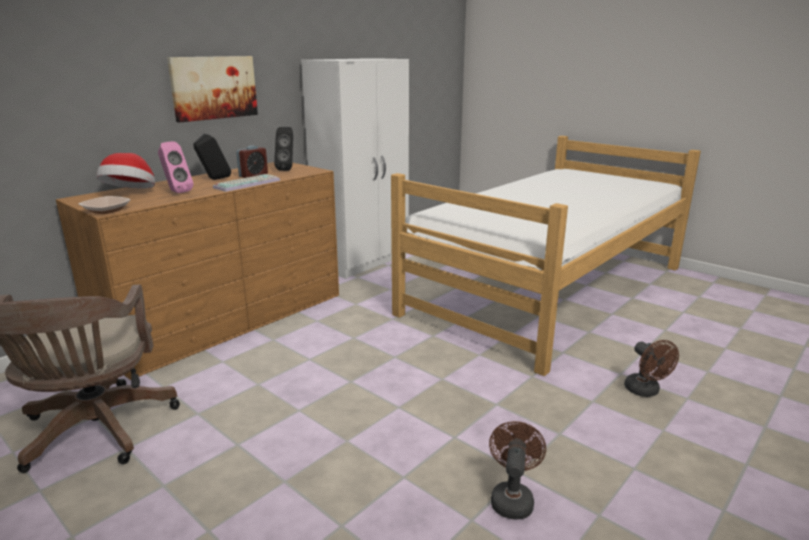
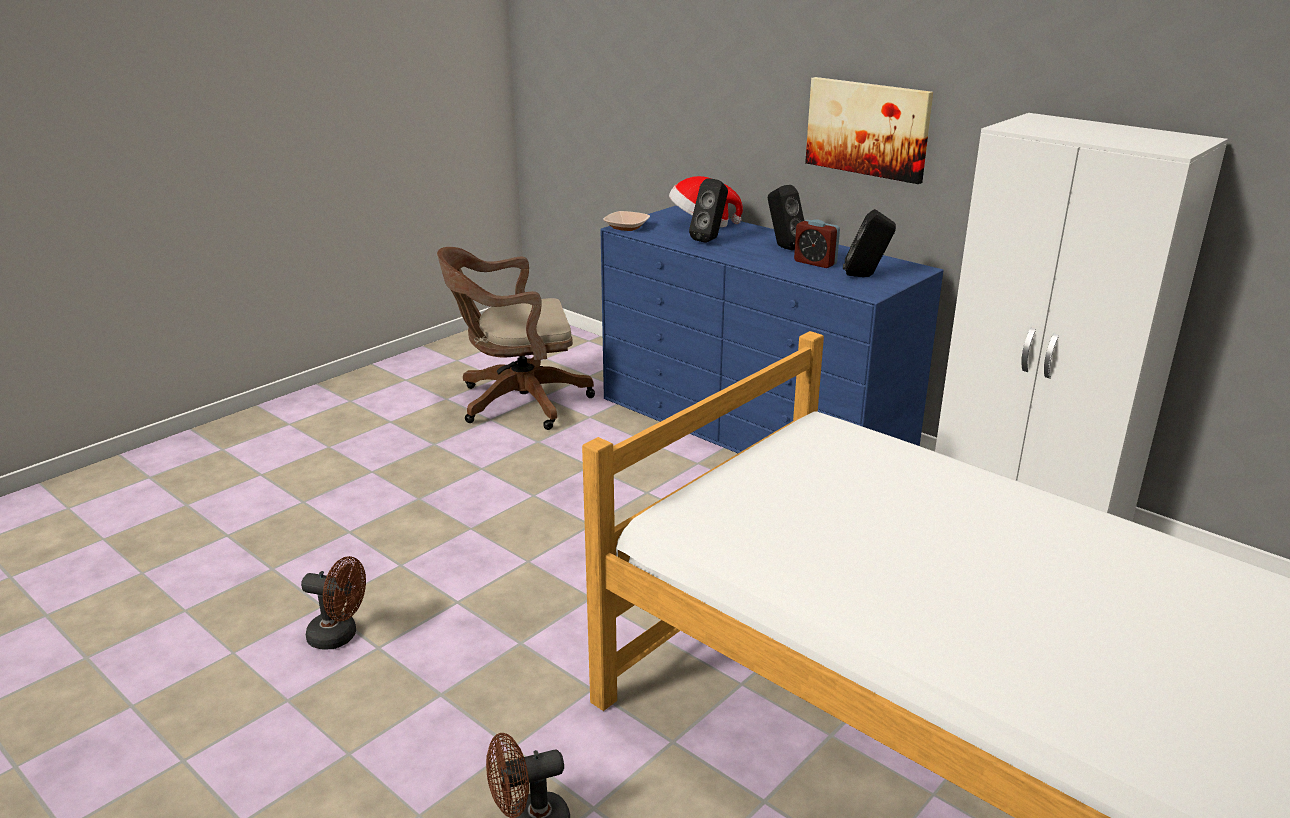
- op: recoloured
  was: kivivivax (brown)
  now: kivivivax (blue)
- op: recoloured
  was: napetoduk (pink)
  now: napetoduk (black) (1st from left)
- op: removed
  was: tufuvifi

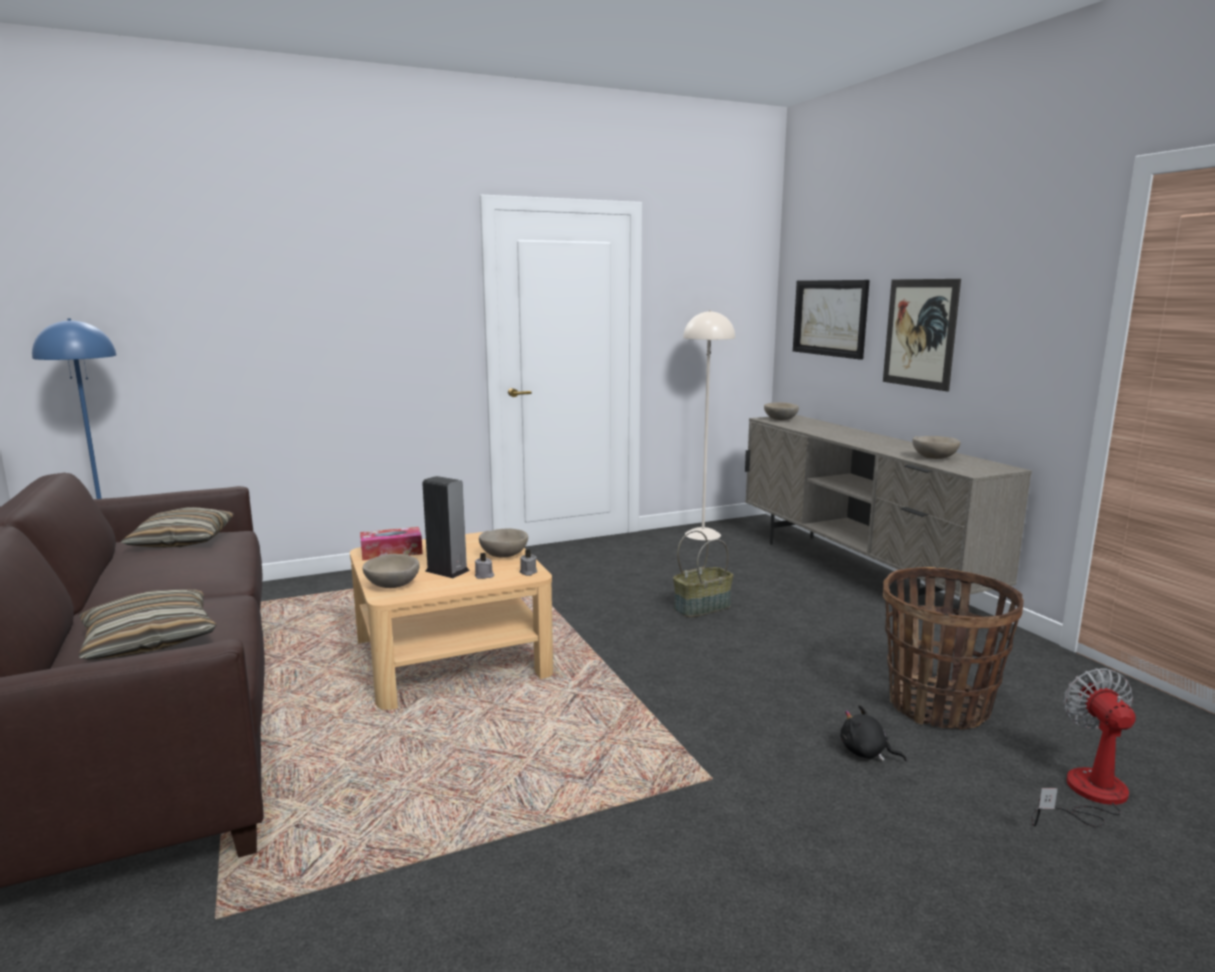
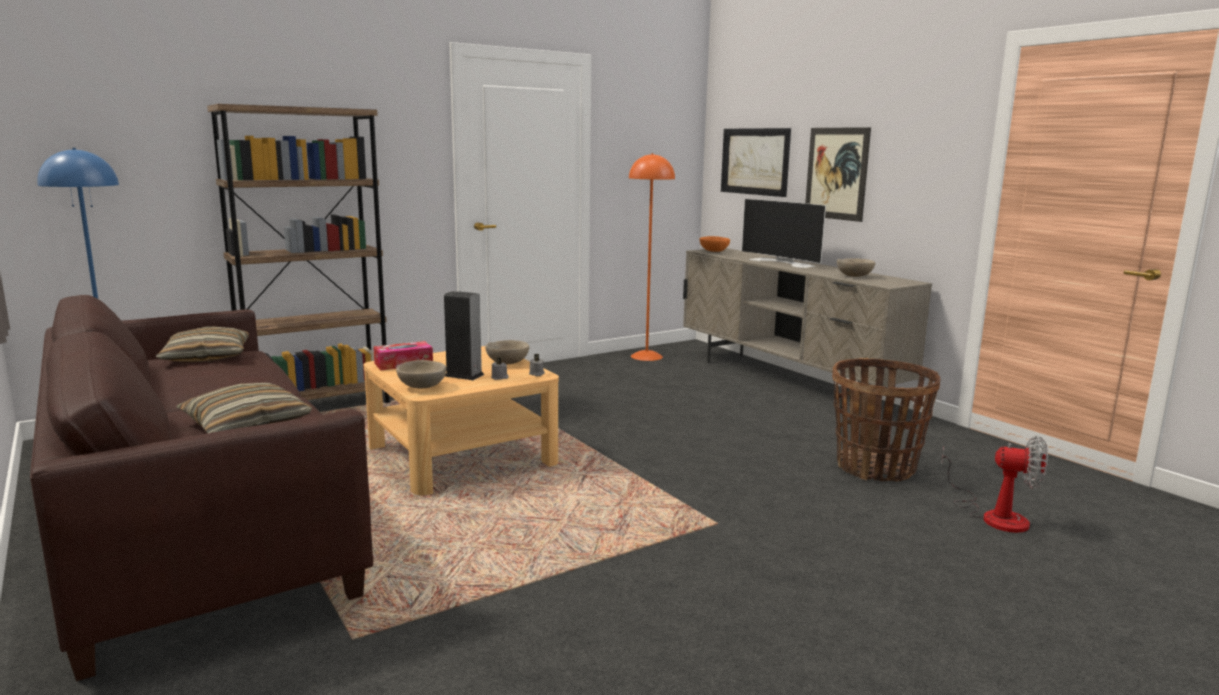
- op: added
  now: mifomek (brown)
- op: recoloured
  was: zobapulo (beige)
  now: zobapulo (orange)
- op: recoloured
  was: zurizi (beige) (3rd from left)
  now: zurizi (orange)
- op: added
  now: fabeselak
- op: turned
  was: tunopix
  clockwise: 120
- op: removed
  was: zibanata (1st from left)
- op: removed
  was: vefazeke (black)

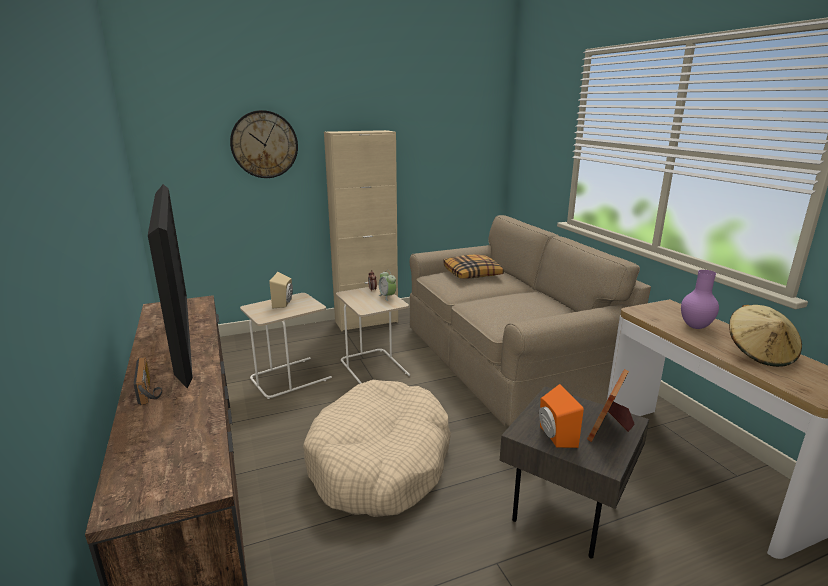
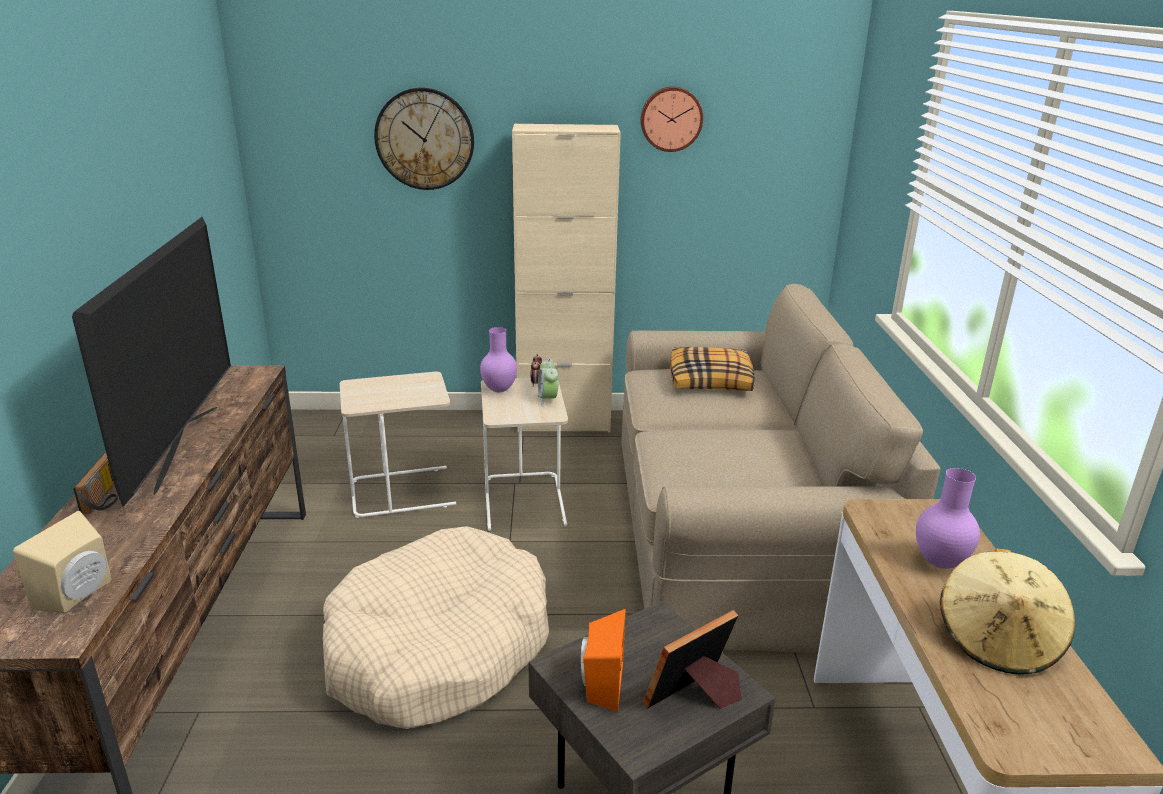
- op: moved
  was: napetoduk (beige)
- op: added
  now: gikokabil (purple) (1st from left)
- op: added
  now: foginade (2nd from left)

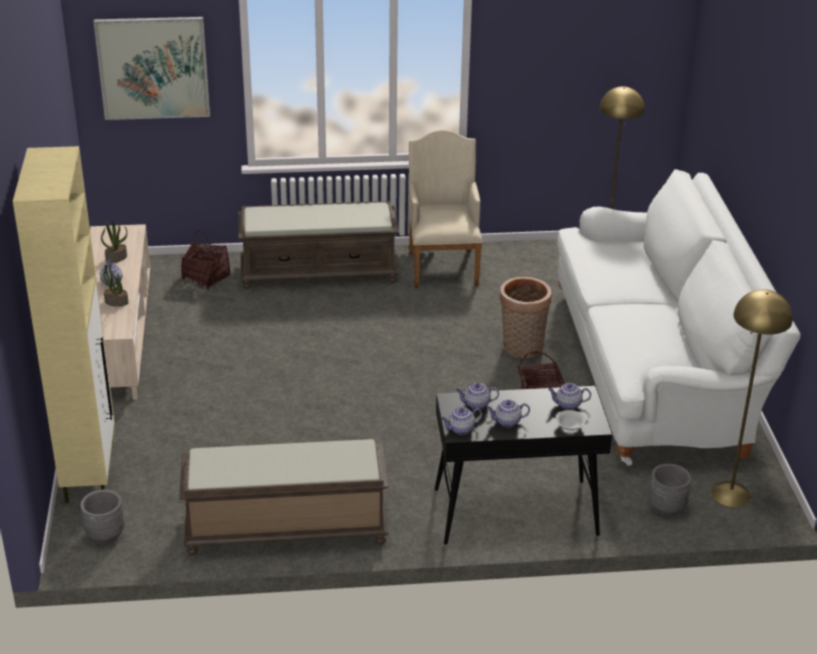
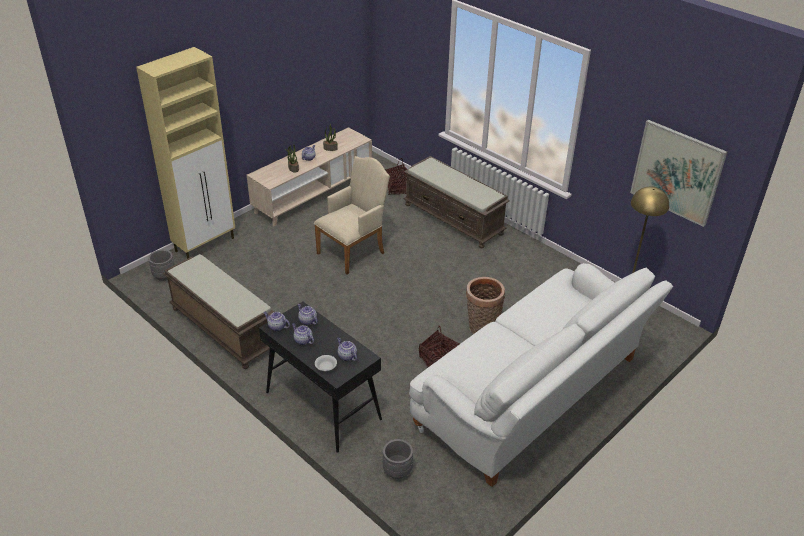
- op: moved
  was: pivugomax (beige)
- op: moved
  was: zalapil
- op: removed
  was: zobapulo (yellow) (2nd from left)

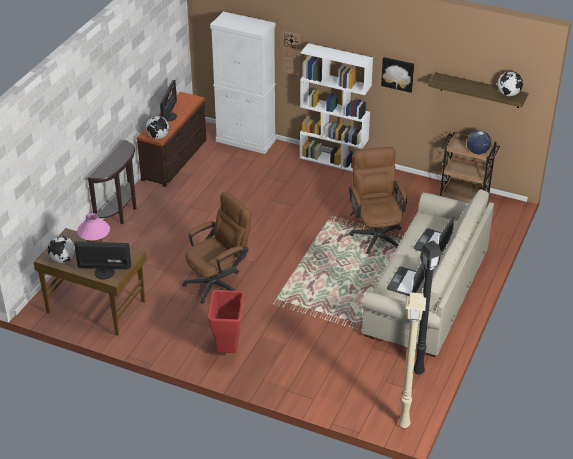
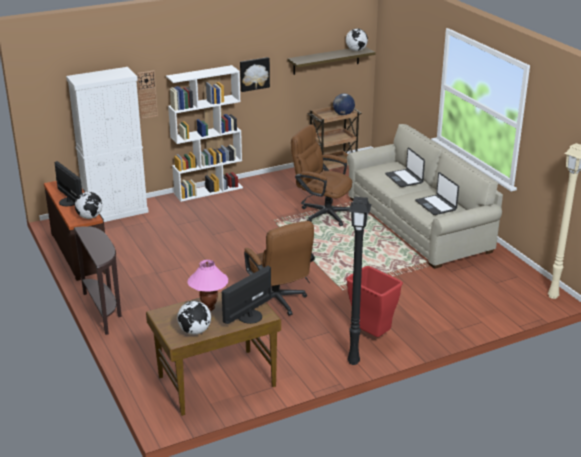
- op: turned
  was: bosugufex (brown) (1st from left)
  clockwise: 150
- op: moved
  was: zobapulo (black)

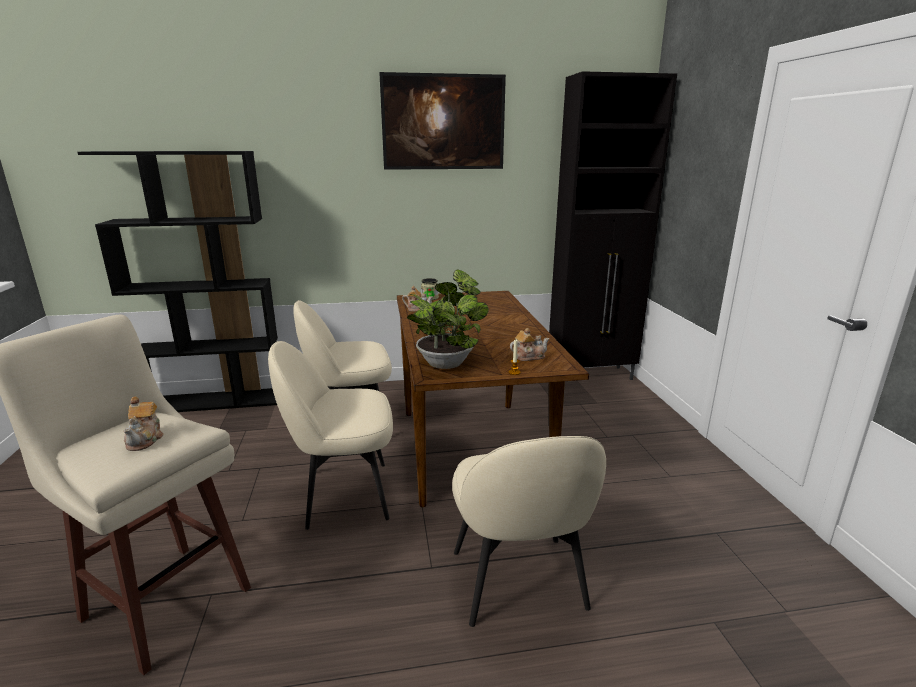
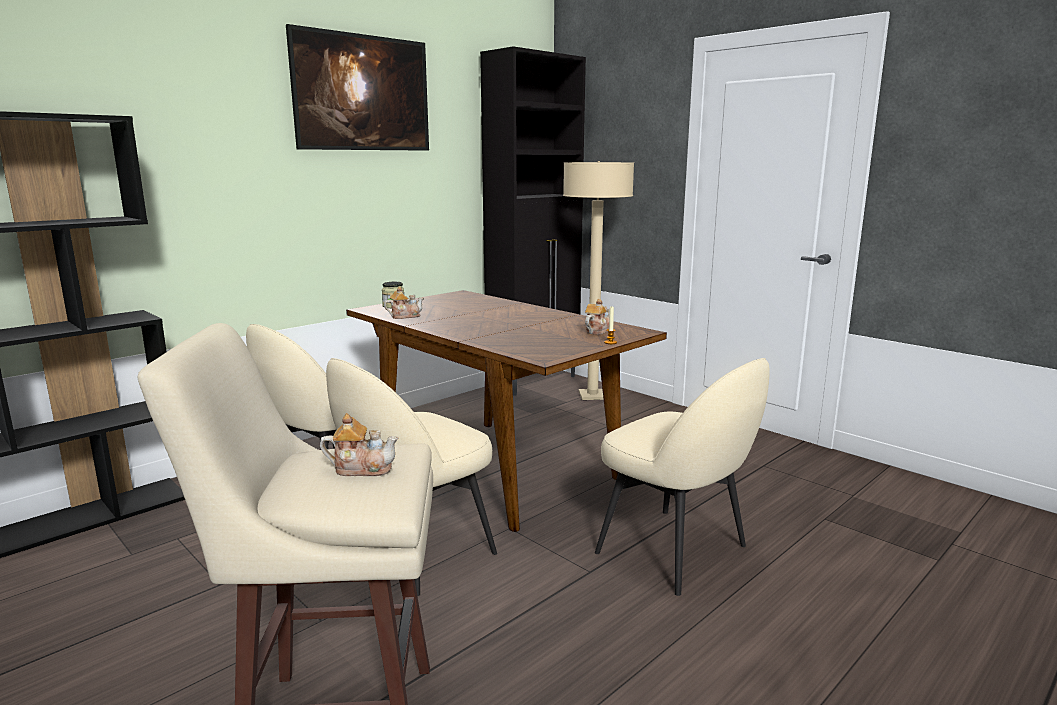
- op: turned
  was: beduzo (1st from left)
  clockwise: -45
- op: added
  now: zobapulo (beige)
- op: removed
  was: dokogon

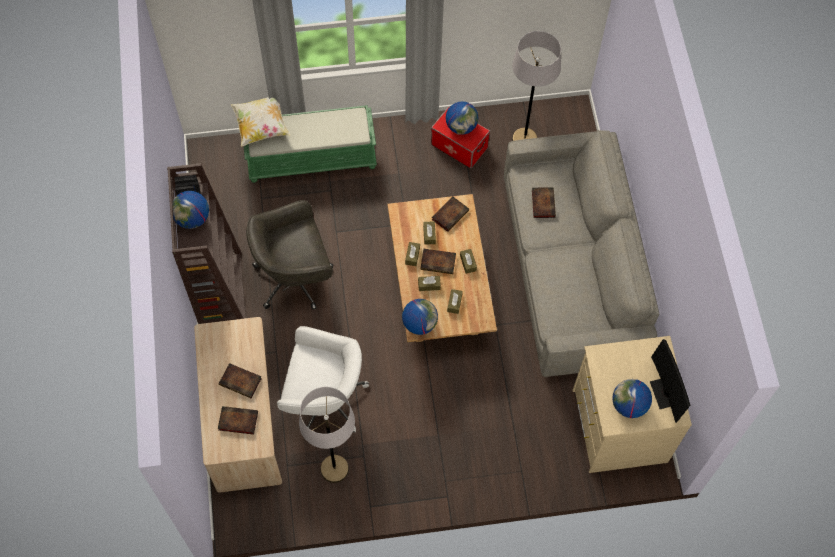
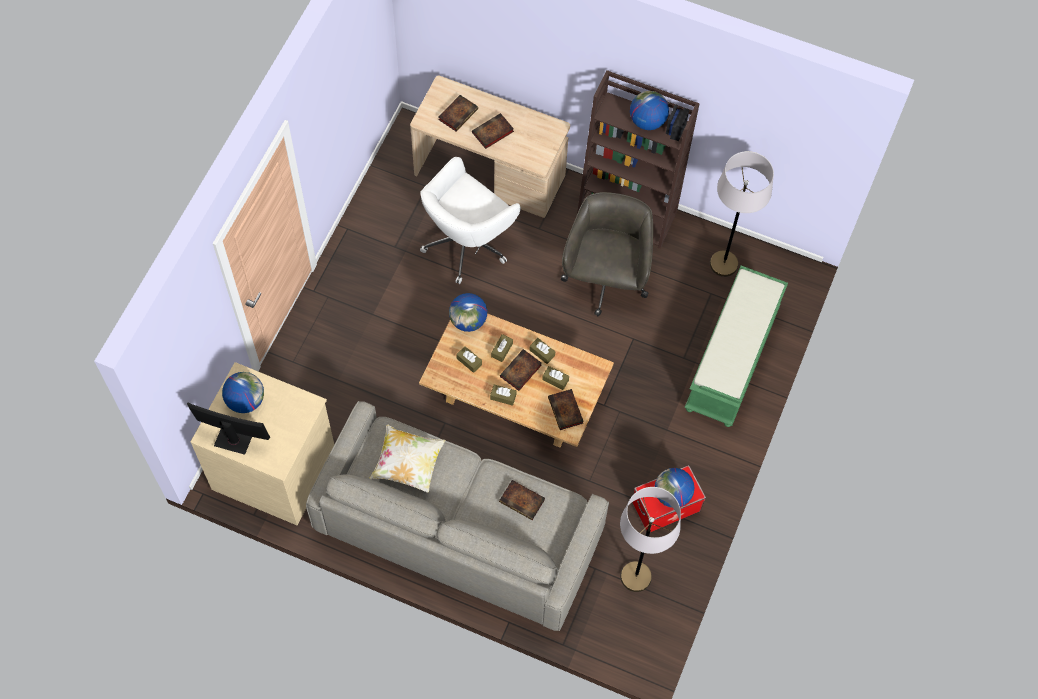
- op: moved
  was: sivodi
- op: moved
  was: zobapulo (grey) (1st from left in the first image)
  now: zobapulo (grey) (2nd from left)

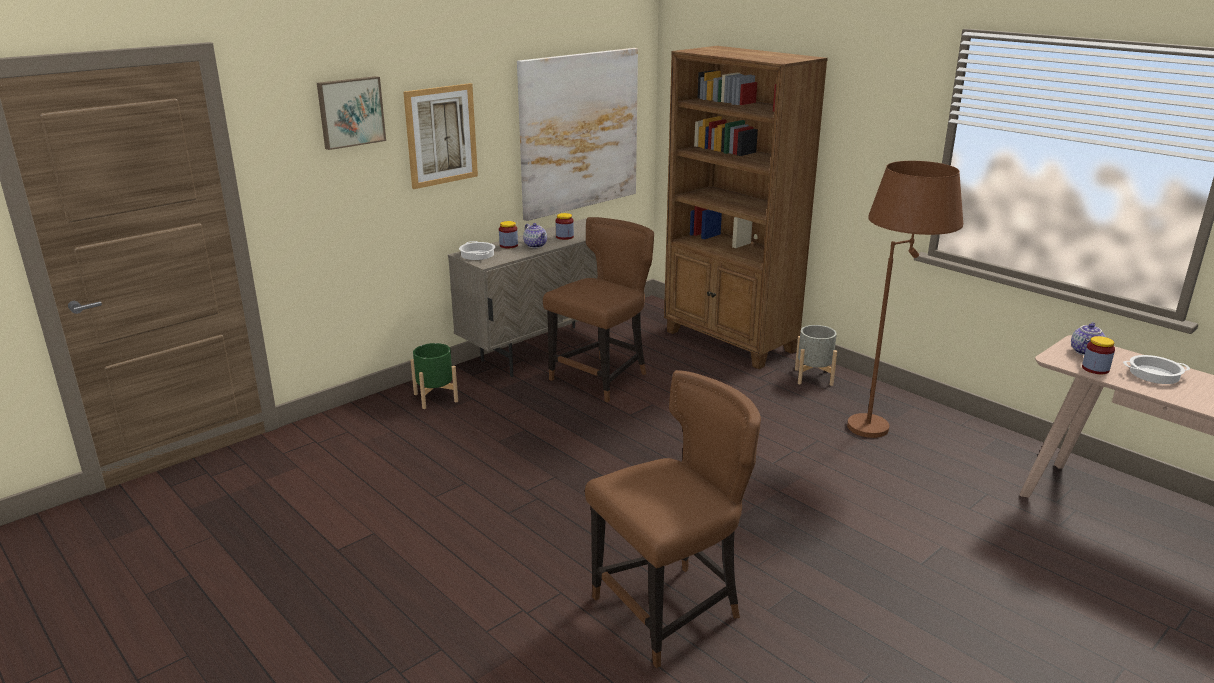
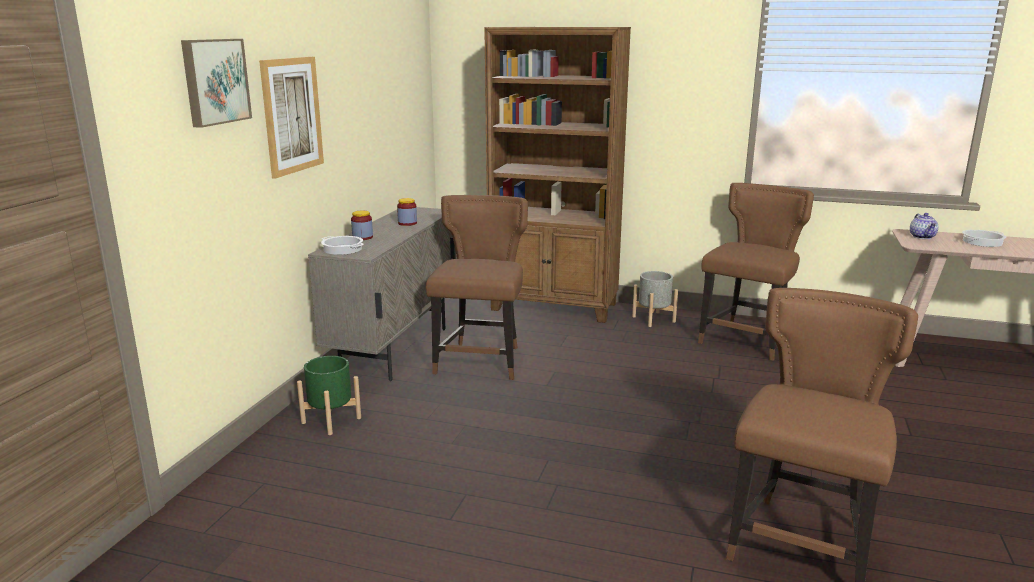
- op: replaced
  was: zobapulo (brown)
  now: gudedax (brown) (2nd from left)
- op: removed
  was: zalapil (3rd from left)
- op: removed
  was: beduzo (1st from left)
- op: removed
  was: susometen (3rd from left)

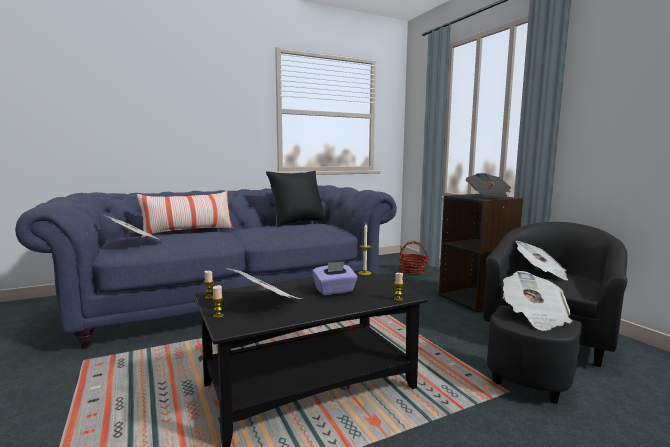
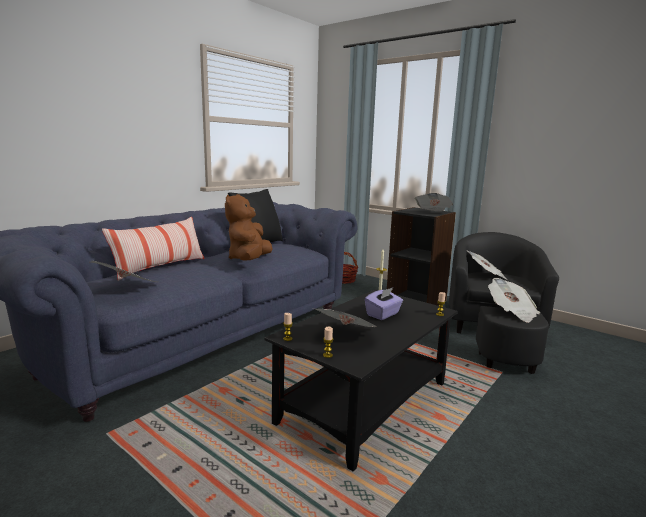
- op: added
  now: vefazeke (brown)

